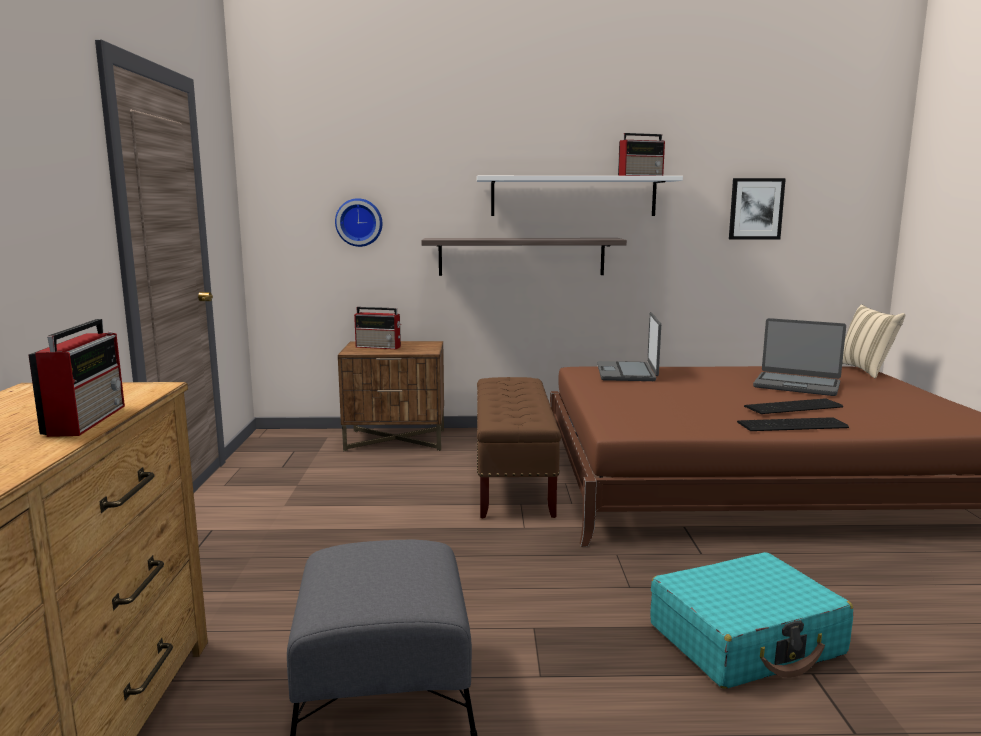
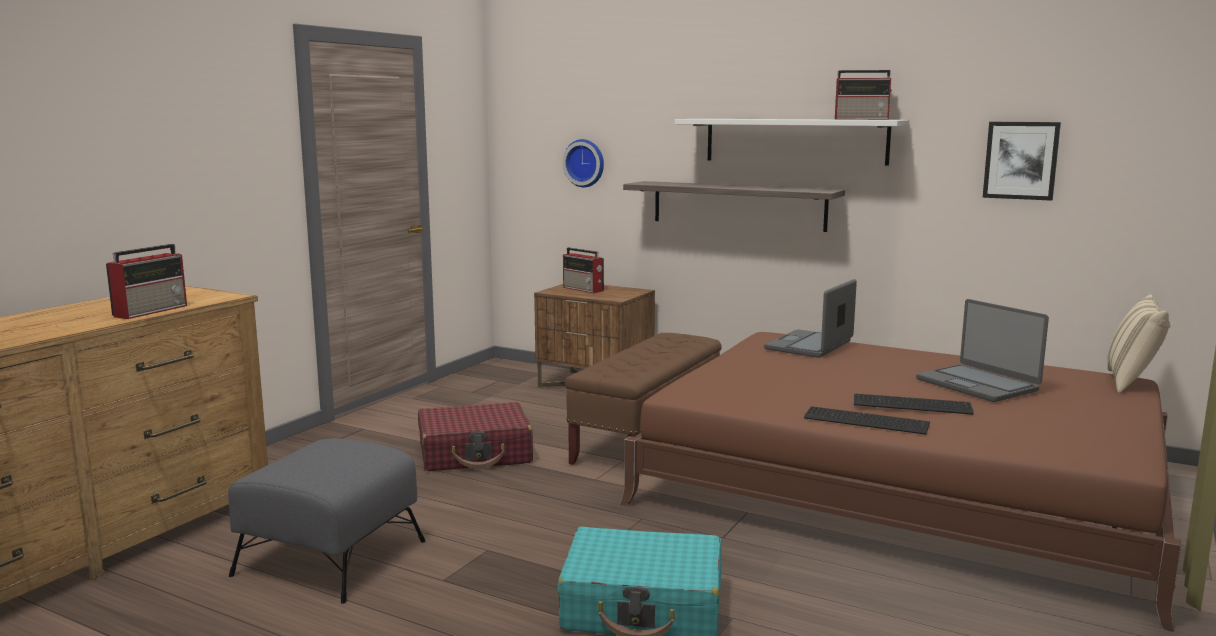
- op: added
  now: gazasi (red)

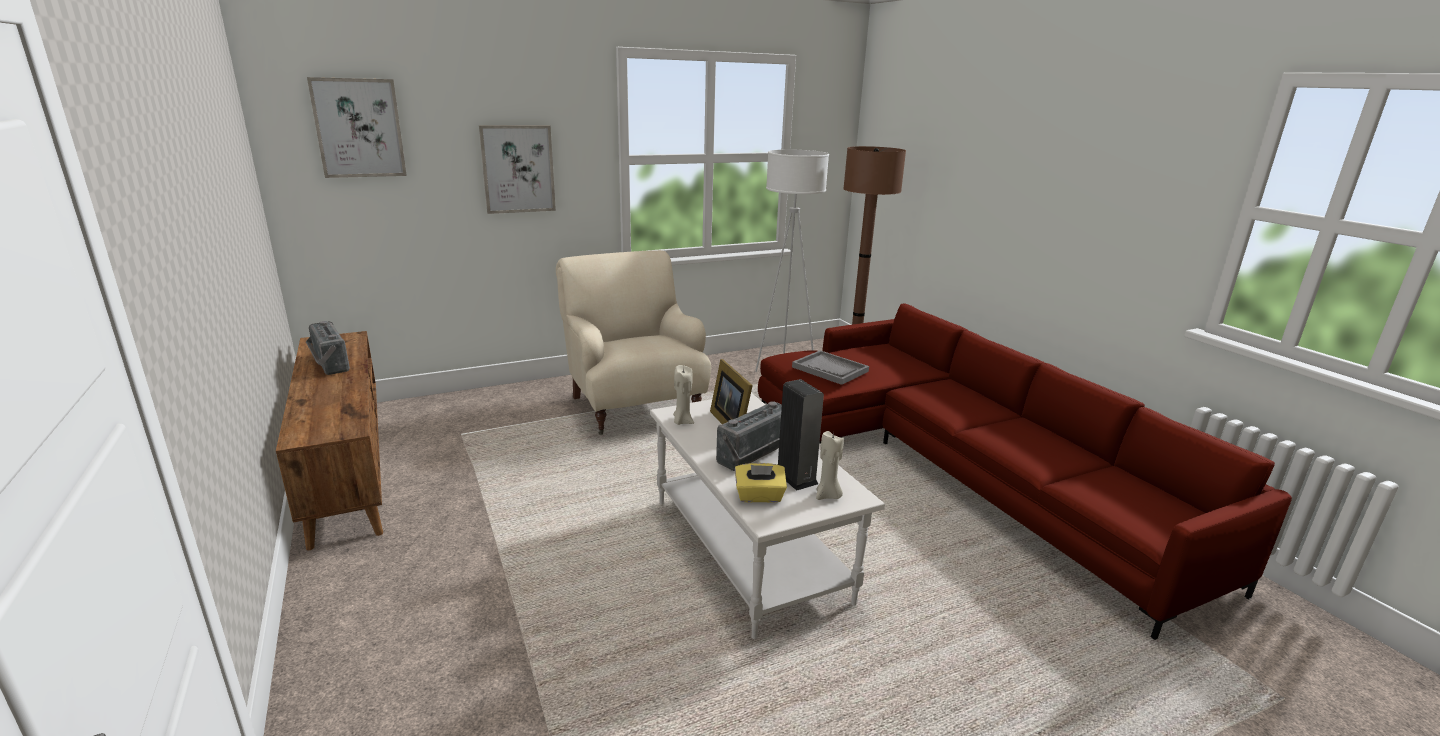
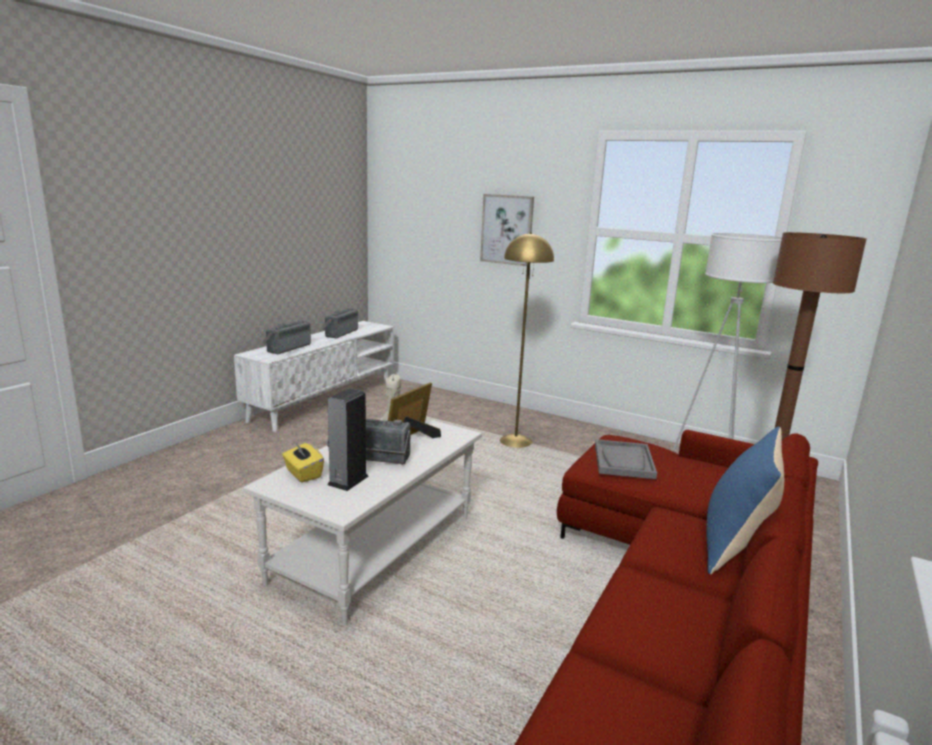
- op: recoloured
  was: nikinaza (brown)
  now: nikinaza (white)
- op: added
  now: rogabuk (1st from left)
- op: replaced
  was: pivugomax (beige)
  now: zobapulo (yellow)
- op: added
  now: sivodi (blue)
- op: removed
  was: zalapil (1st from left)
- op: removed
  was: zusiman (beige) (2nd from left)

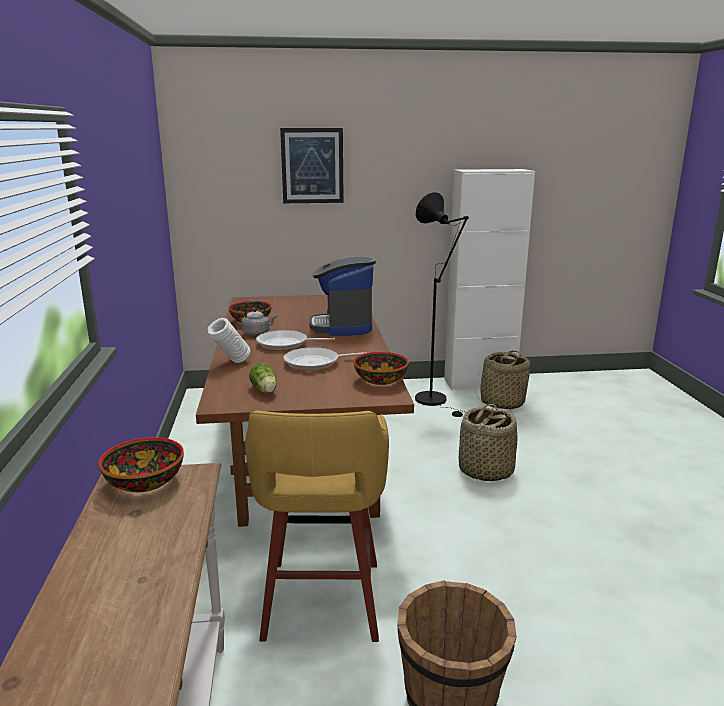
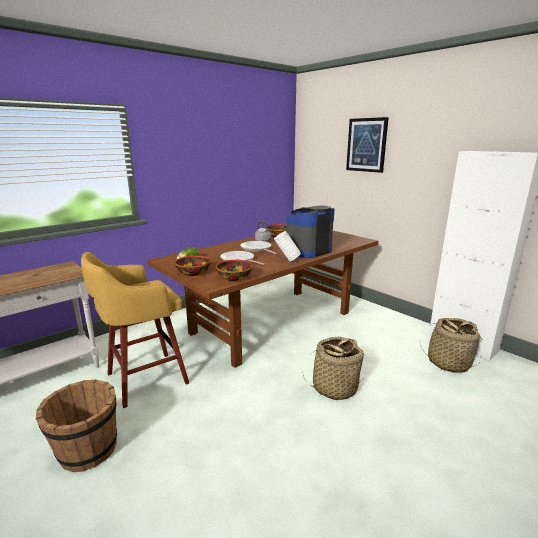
- op: moved
  was: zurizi (1st from left)
- op: moved
  was: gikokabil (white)
- op: removed
  was: zobapulo (black)

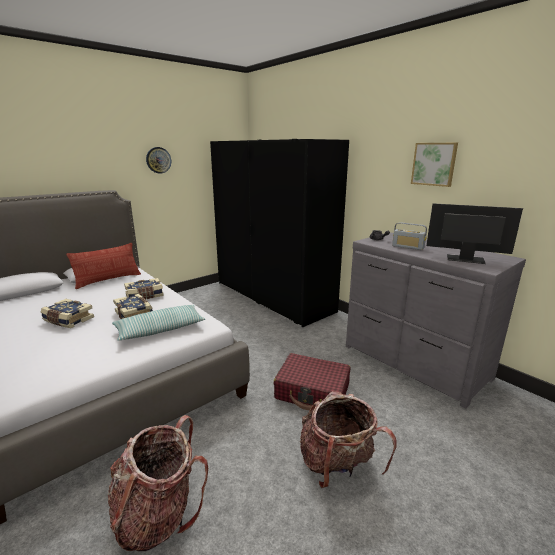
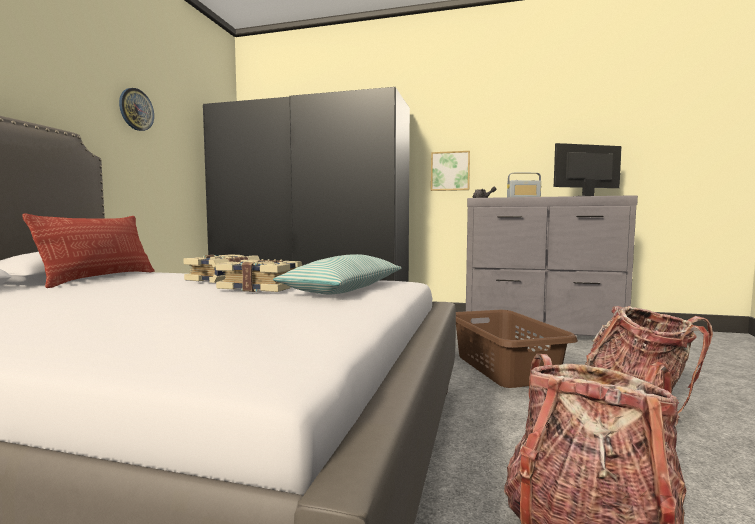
- op: moved
  was: zalapil
- op: replaced
  was: gazasi (red)
  now: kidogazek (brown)
- op: removed
  was: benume (1st from left)

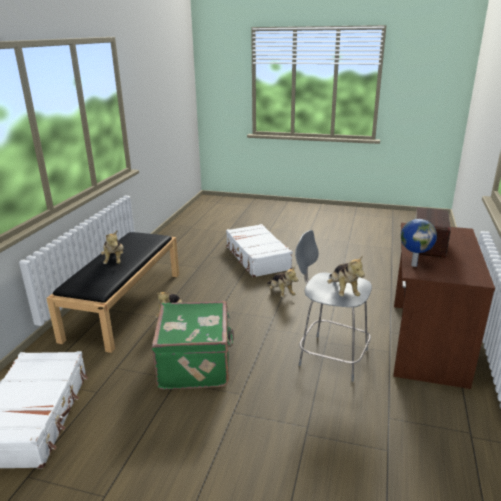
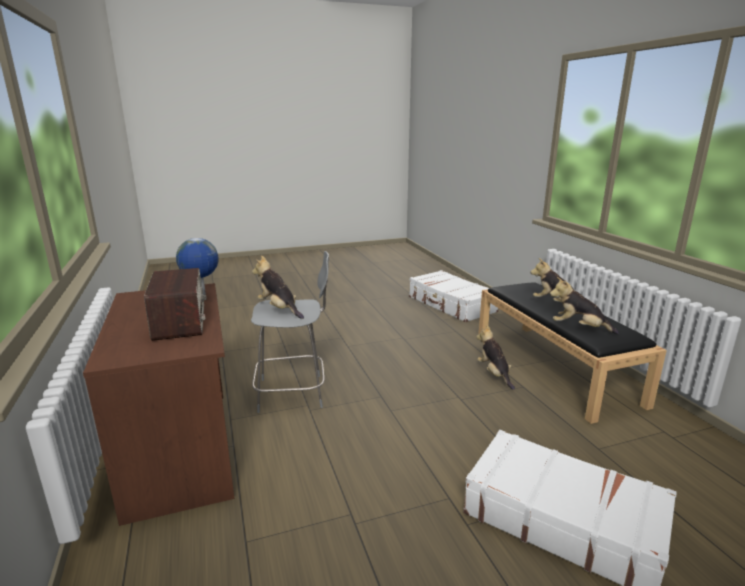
- op: moved
  was: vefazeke (3rd from left in the first image)
  now: vefazeke (4th from left)
- op: removed
  was: gazasi (green)

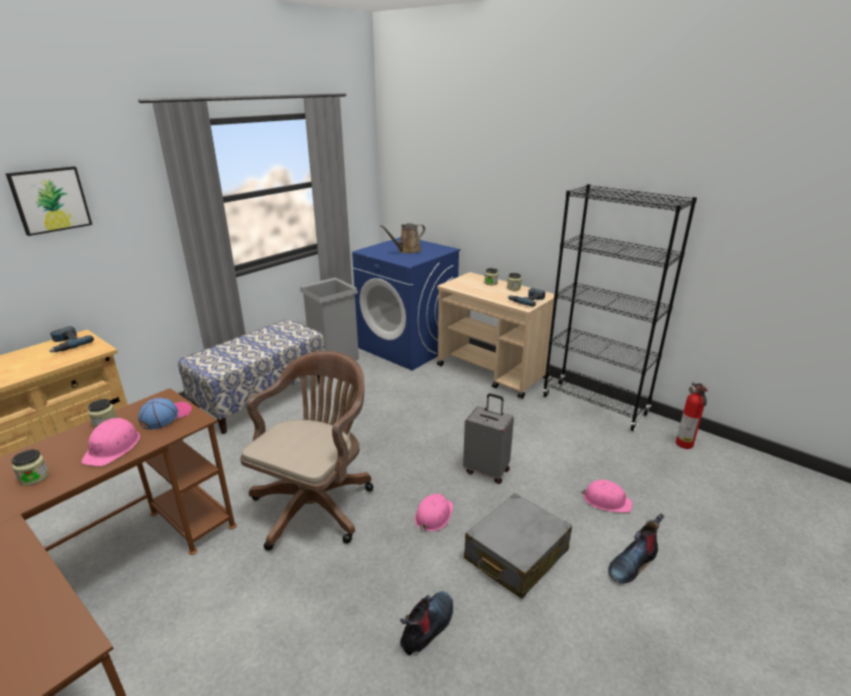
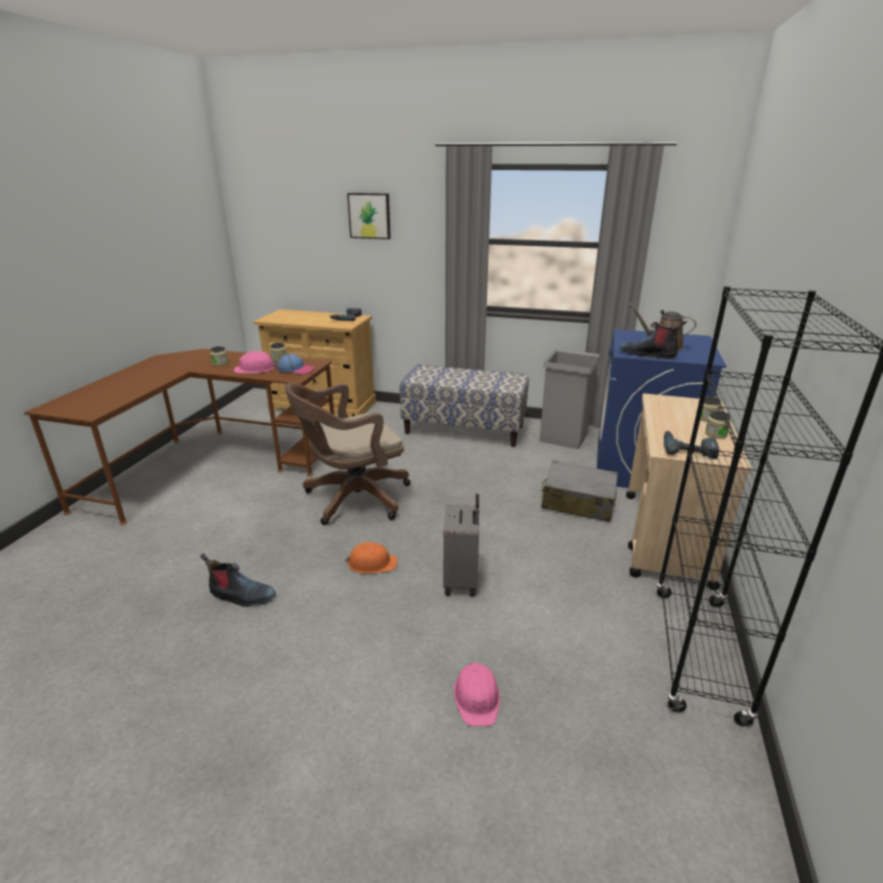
- op: turned
  was: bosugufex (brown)
  clockwise: 150
- op: recoloured
  was: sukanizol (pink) (2nd from left)
  now: sukanizol (orange)
- op: moved
  was: gazasi (grey) (2nd from left)
- op: moved
  was: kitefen (2nd from left)
- op: removed
  was: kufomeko

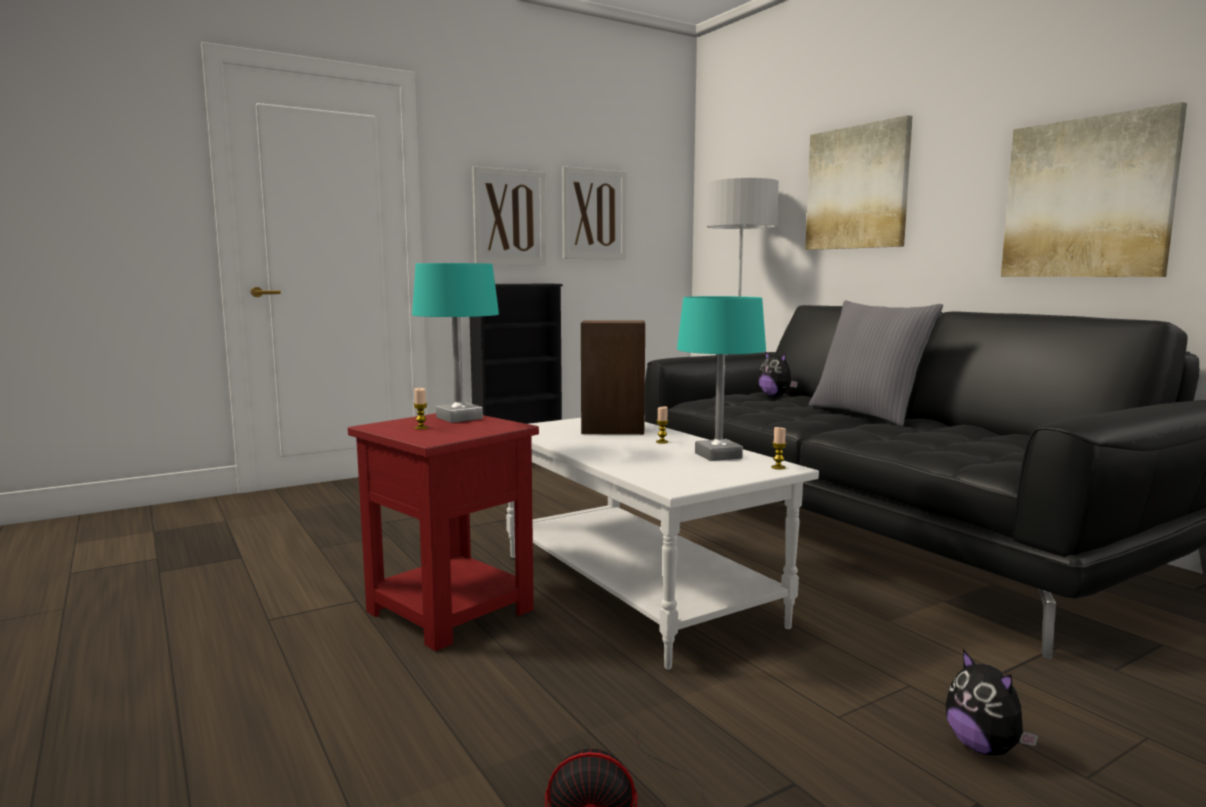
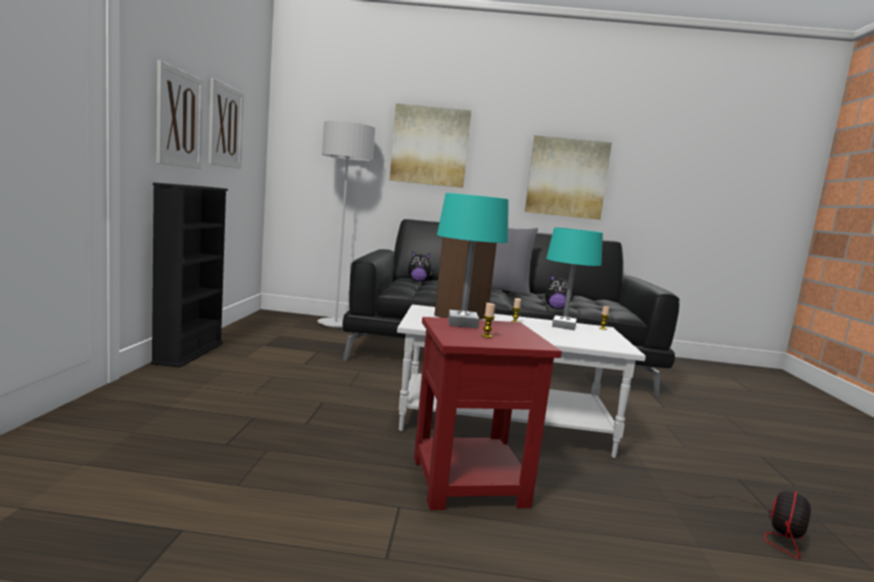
- op: moved
  was: vefazeke (2nd from left)

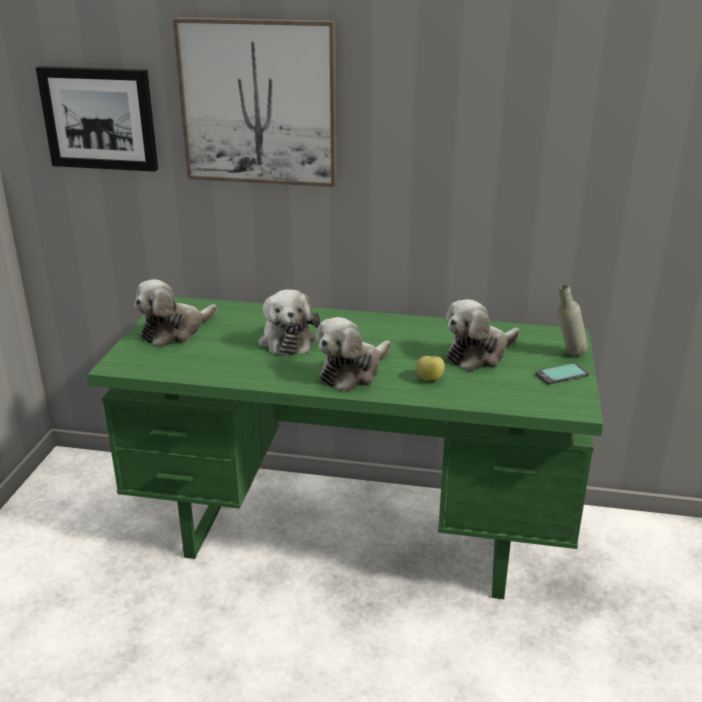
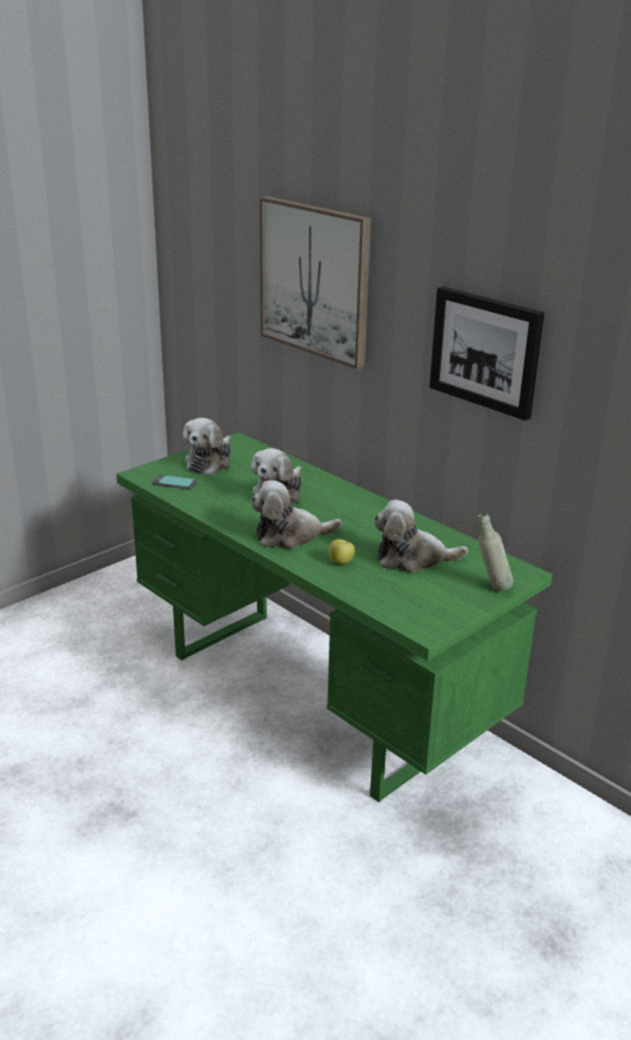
- op: moved
  was: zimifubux
- op: turned
  was: vefazeke (1st from left)
  clockwise: -60
- op: moved
  was: zalapil (1st from left in the first image)
  now: zalapil (2nd from left)

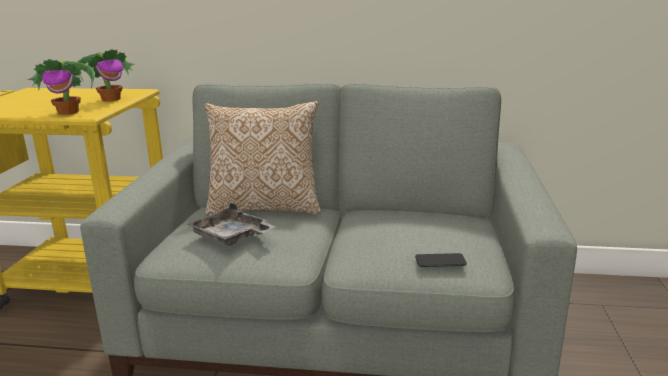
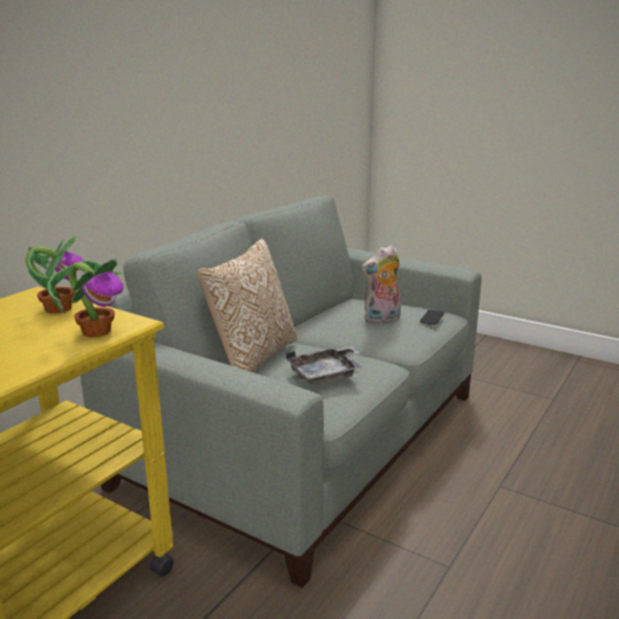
- op: added
  now: vefazeke

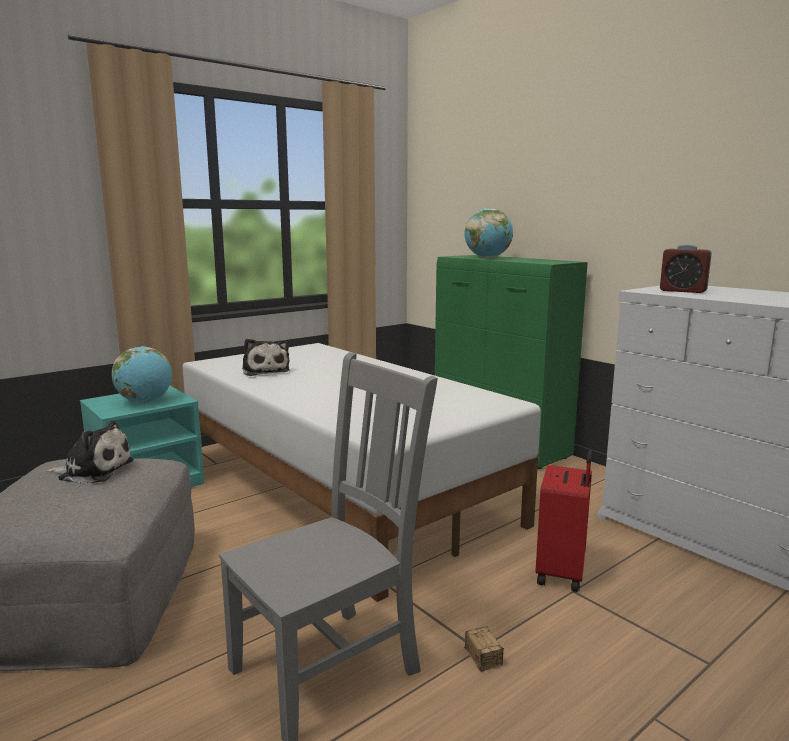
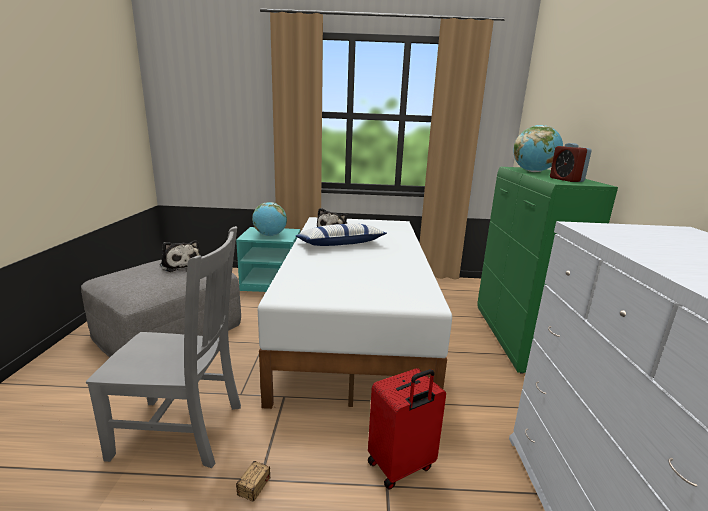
- op: added
  now: sivodi
- op: moved
  was: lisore

